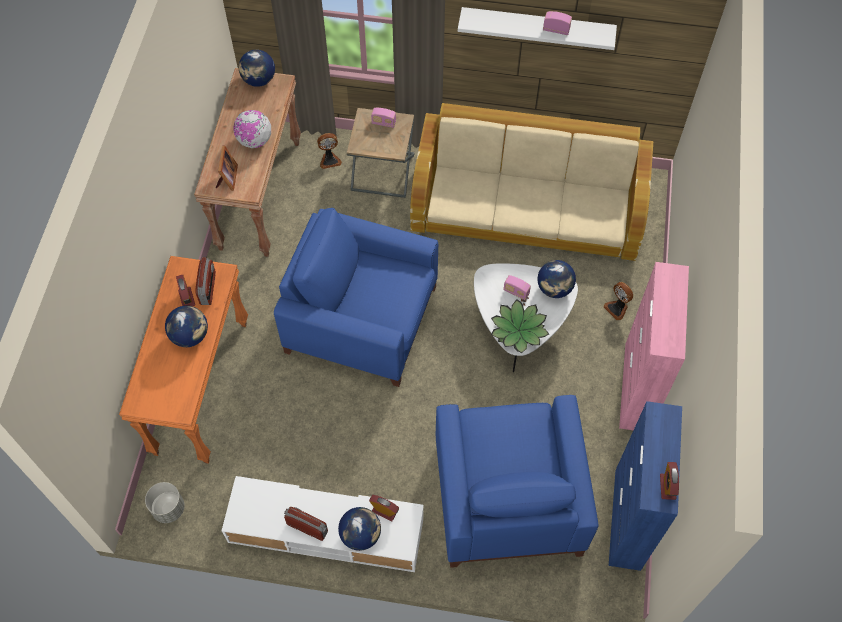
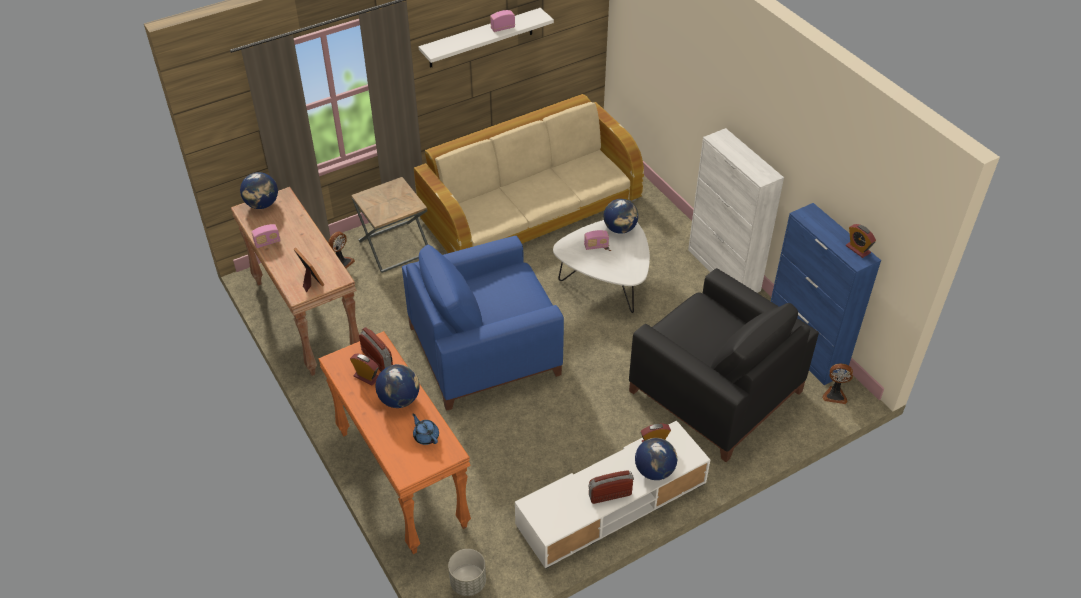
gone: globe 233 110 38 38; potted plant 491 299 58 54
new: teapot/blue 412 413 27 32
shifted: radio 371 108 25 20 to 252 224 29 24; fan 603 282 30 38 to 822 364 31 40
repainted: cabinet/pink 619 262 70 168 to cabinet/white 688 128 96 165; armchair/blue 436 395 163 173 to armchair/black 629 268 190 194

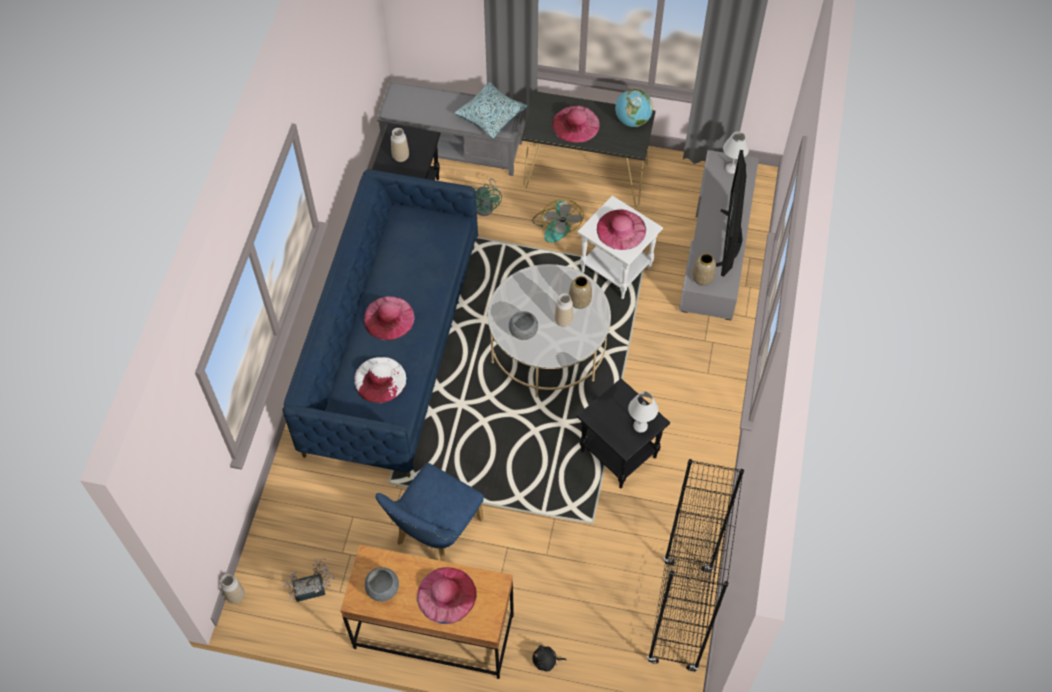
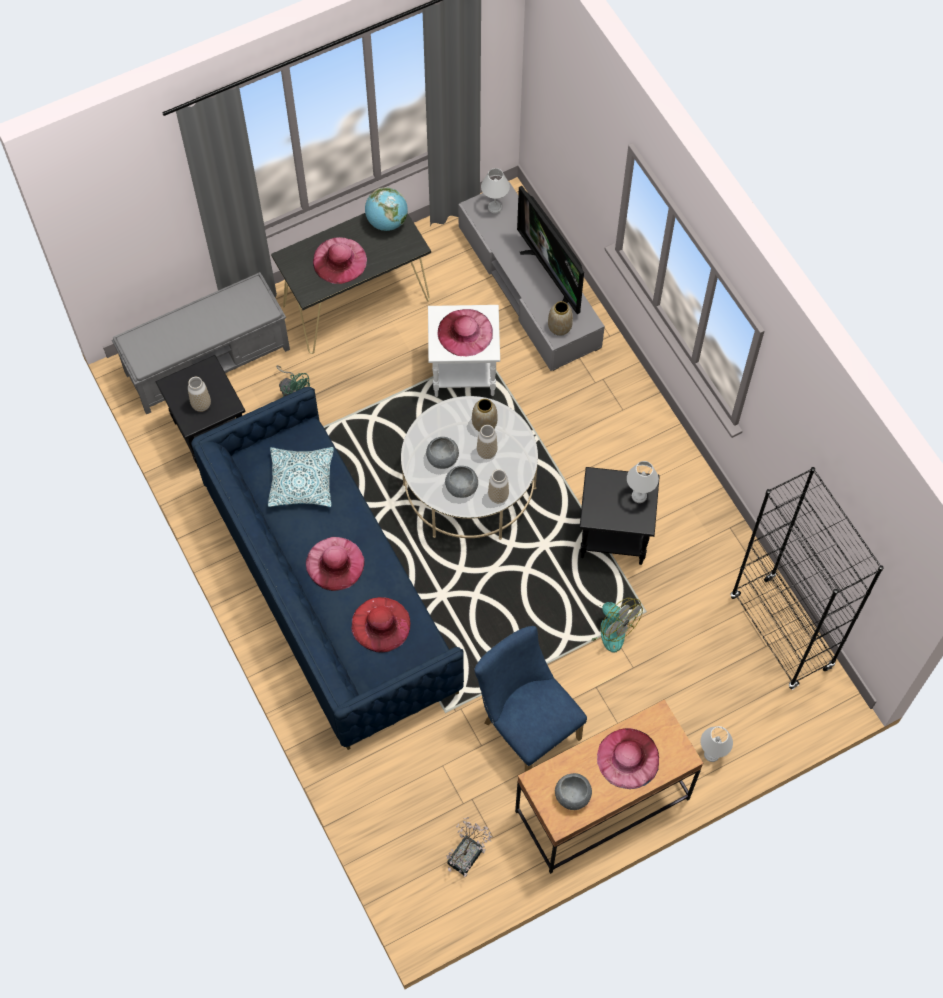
new: bowl/grey 426 437 33 32
shifted: pillow 455 82 73 57 to 268 447 66 60; fan 532 199 52 44 to 592 598 51 55; vase 221 574 24 30 to 488 469 21 34
swapped: plush toy/black 532 645 35 27 to table lamp/white 701 726 32 36
repainted: hat/white 354 357 52 46 to hat/red 351 597 60 56
rotated: chair/blue 375 463 109 99 = 474 626 113 146 150 degrees clockwise

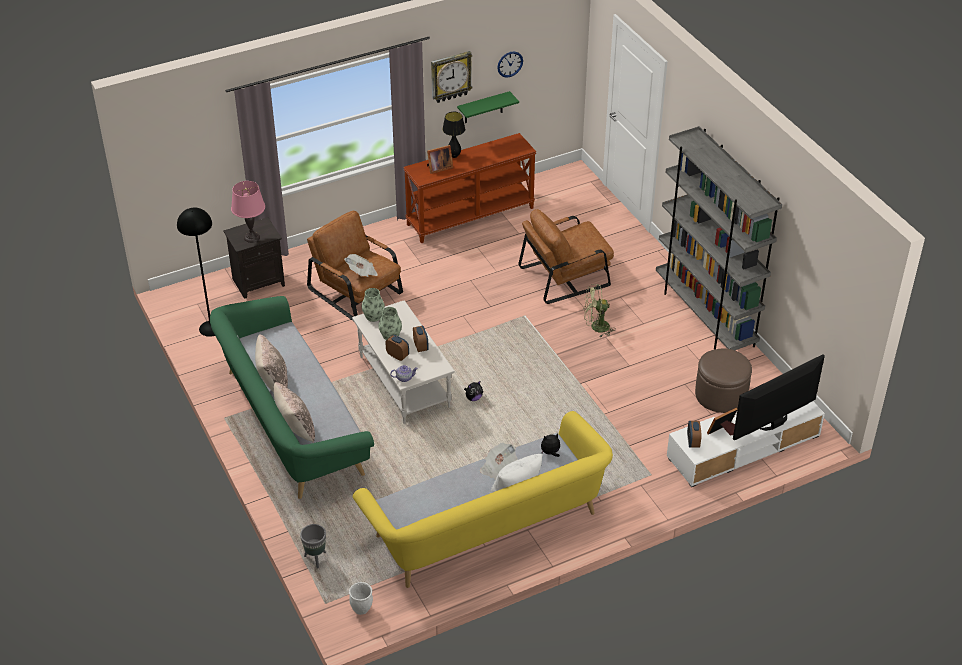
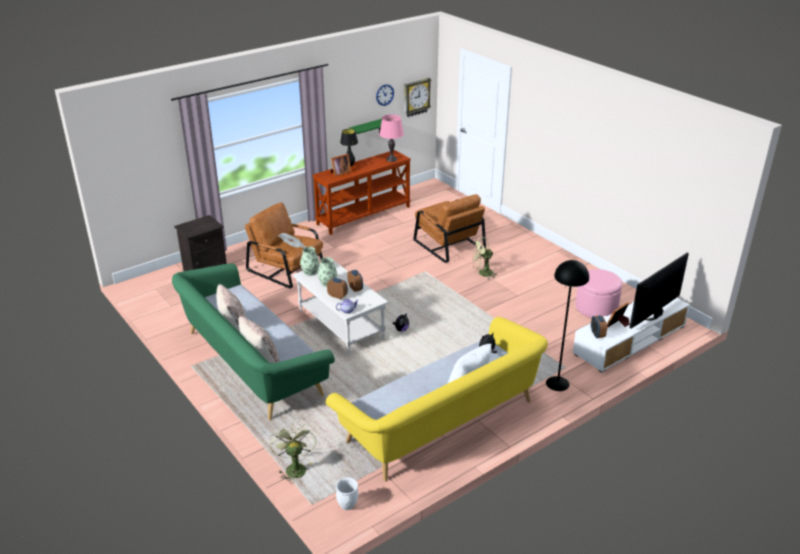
gone: bookcase/grey 656 126 126 224; newspaper 480 442 38 38
shifted: wall clock 431 51 41 52 to 404 78 27 39; table lamp/pink 231 181 34 62 to 379 114 25 48; floor lamp/black 177 208 38 129 to 546 260 43 131
swapped: planter/grey 300 524 26 44 to fan/green 270 423 46 60
repainted: ottoman/brown 695 349 57 64 to ottoman/pink 576 269 47 49
rotated: armchair/brown 518 209 96 95 = 413 194 73 69 90 degrees counterclockwise

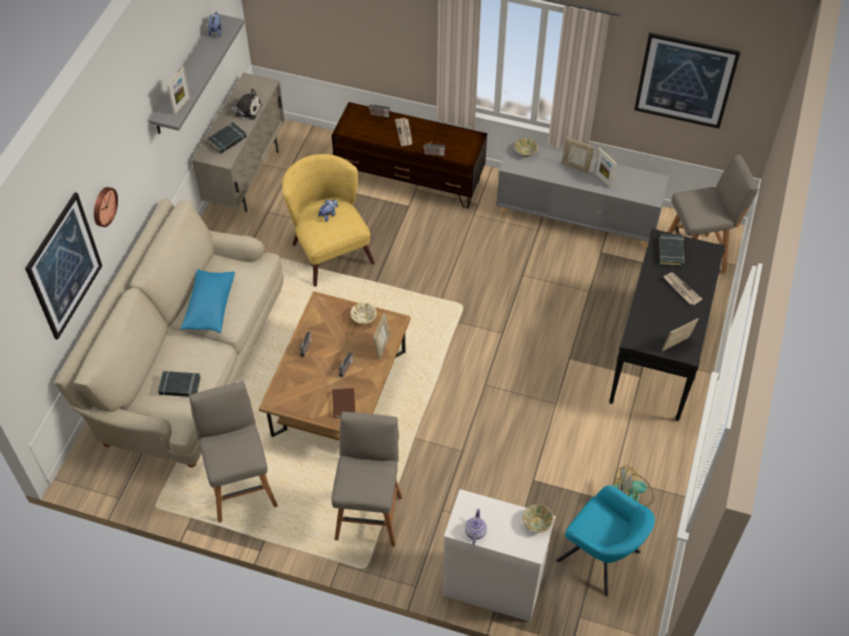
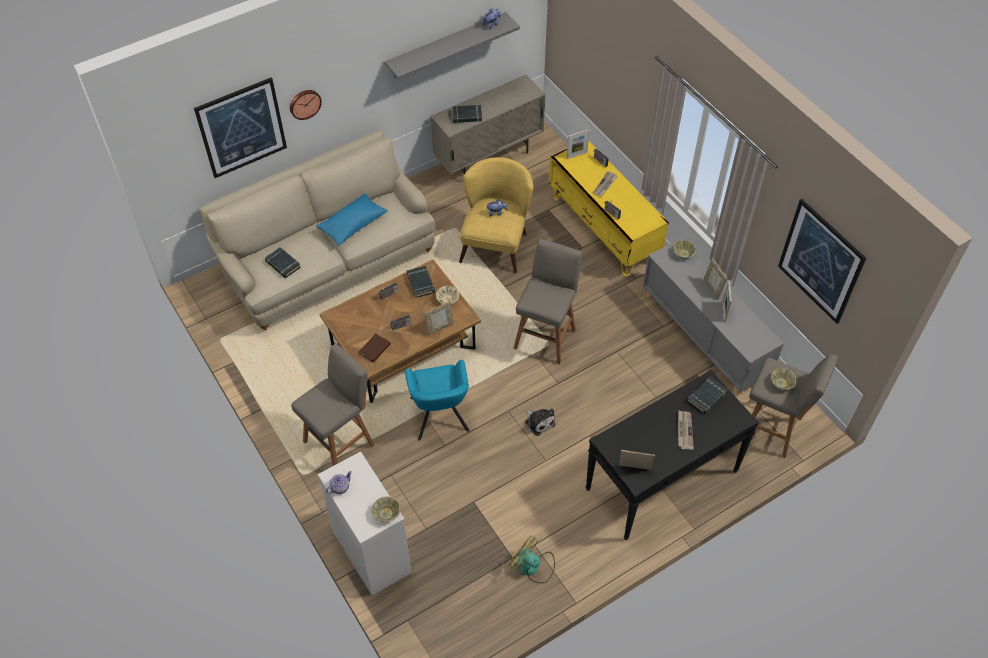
new: book/black 407 266 28 32; bowl/beige 771 368 25 22
shifted: picture frame 167 68 23 47 to 567 129 22 30; plush toy 227 88 35 32 to 525 409 30 27; stool/grey 189 382 89 141 to 513 239 69 125; armchair/turquoise 555 485 100 112 to 405 360 65 81
repainted: tv stand/brown 332 102 155 106 to tv stand/yellow 549 140 120 137

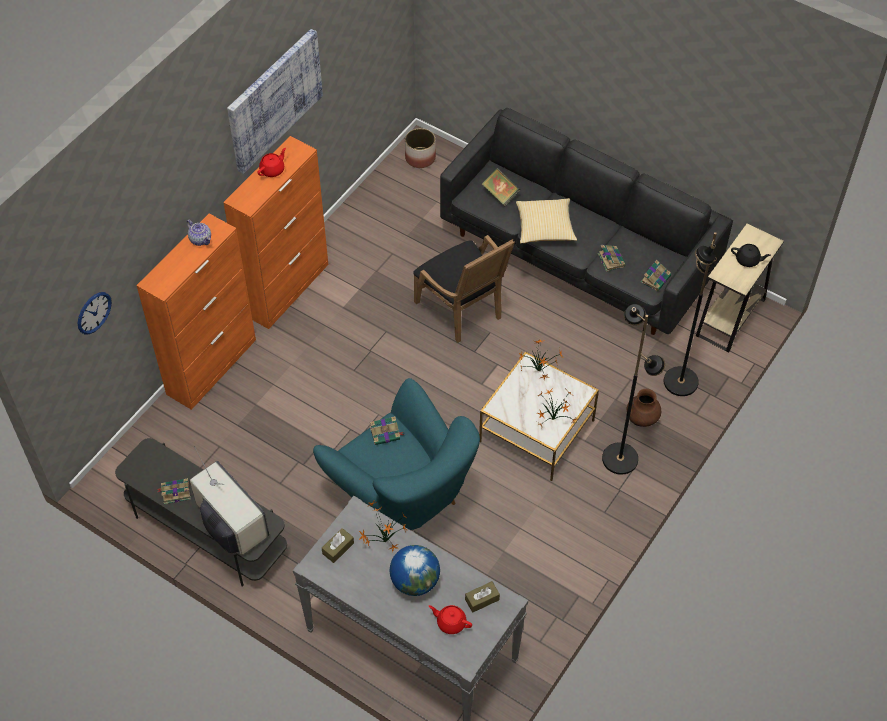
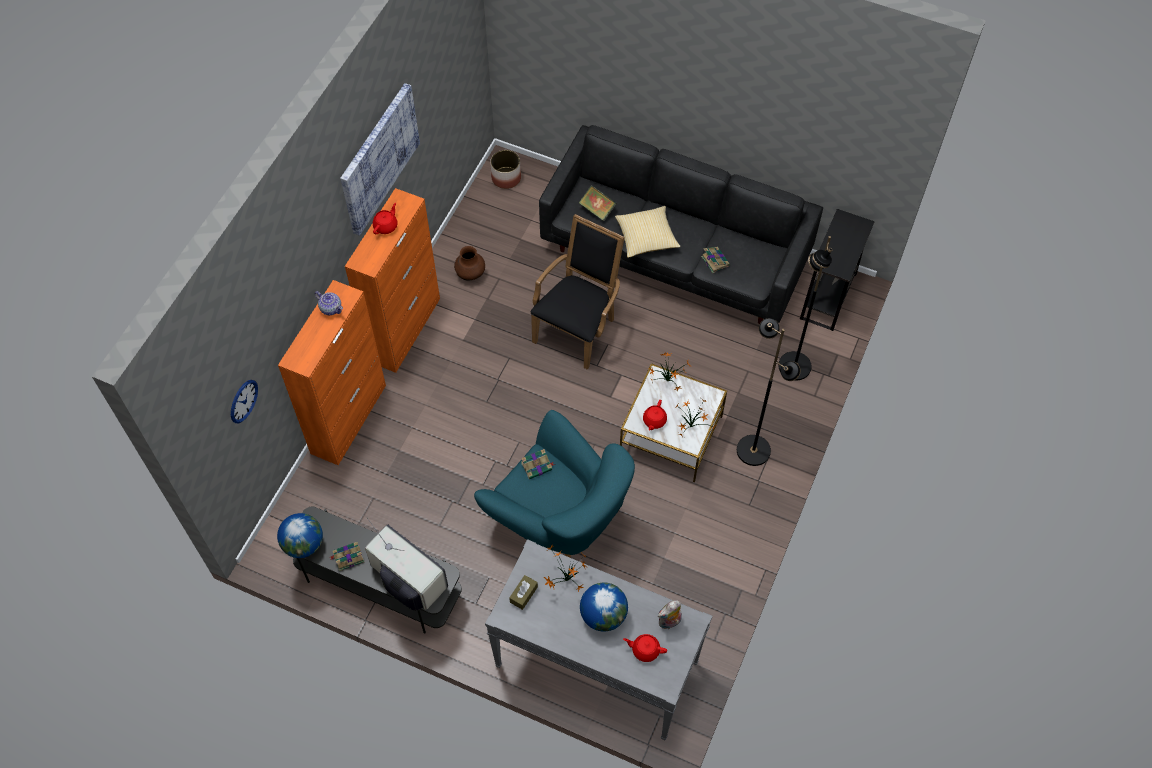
gone: teapot/black 731 244 40 23; book 640 260 31 31
new: teapot/red 643 400 24 31; globe 277 513 46 45
shifted: vase/brown 626 389 35 38 to 454 246 31 35
swapped: tissue box/brown 465 581 35 32 to plush toy 658 600 24 29
repainted: side table/beige 696 224 88 129 to side table/black 800 209 75 122
rotated: armchair/black 413 235 102 108 = 531 214 94 156 105 degrees counterclockwise

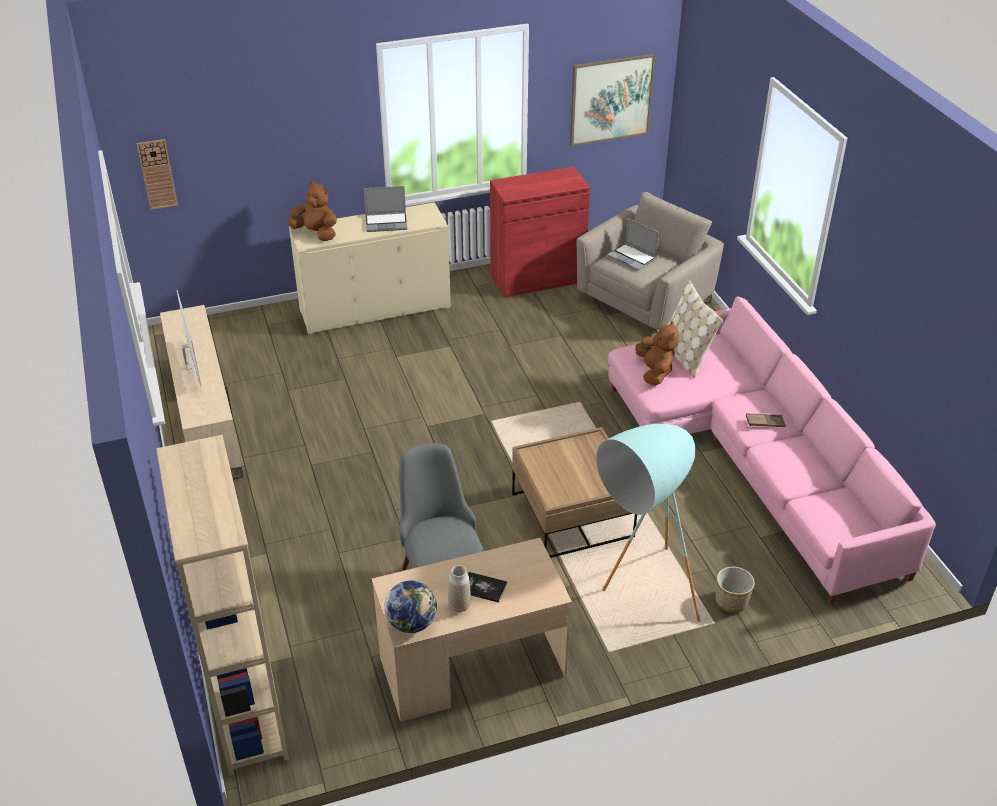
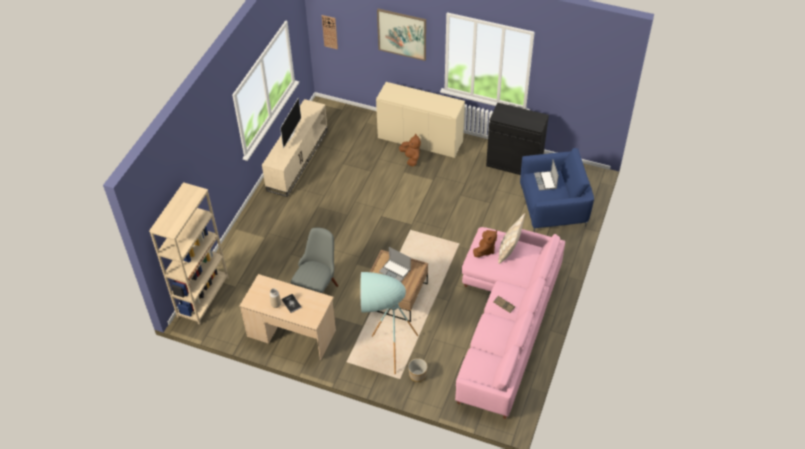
gone: globe 384 581 53 52
shifted: picture 570 54 85 92 to 377 9 49 52; plush toy/brown 287 181 50 60 to 399 134 22 32; laptop 363 186 44 46 to 379 247 32 35
repainted: cabinet/red 490 167 100 131 to cabinet/black 486 102 63 73; armchair/beige 577 192 147 141 to armchair/blue 520 148 74 84

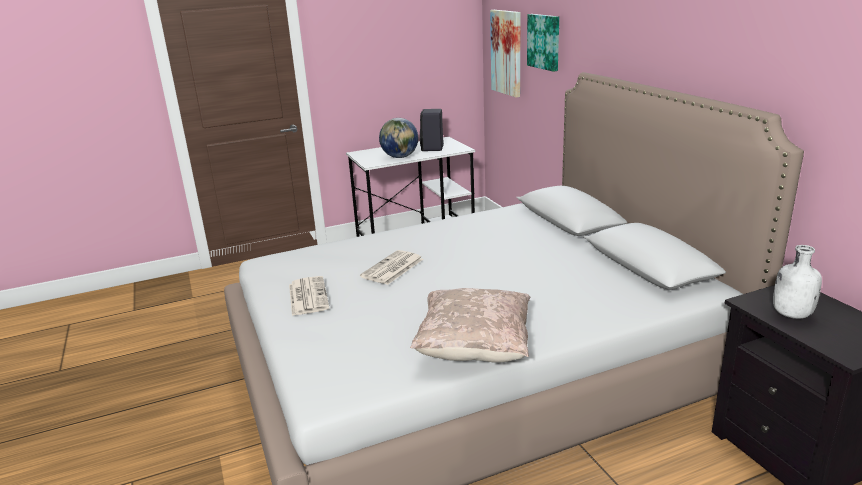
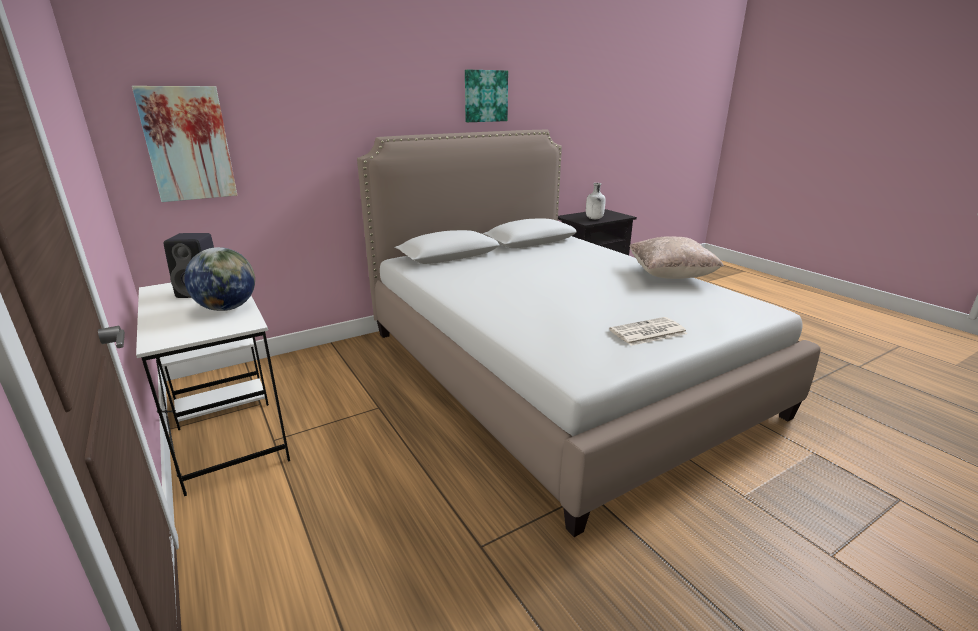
gone: newspaper 360 250 63 35
shifted: picture 527 14 32 58 to 465 70 43 52

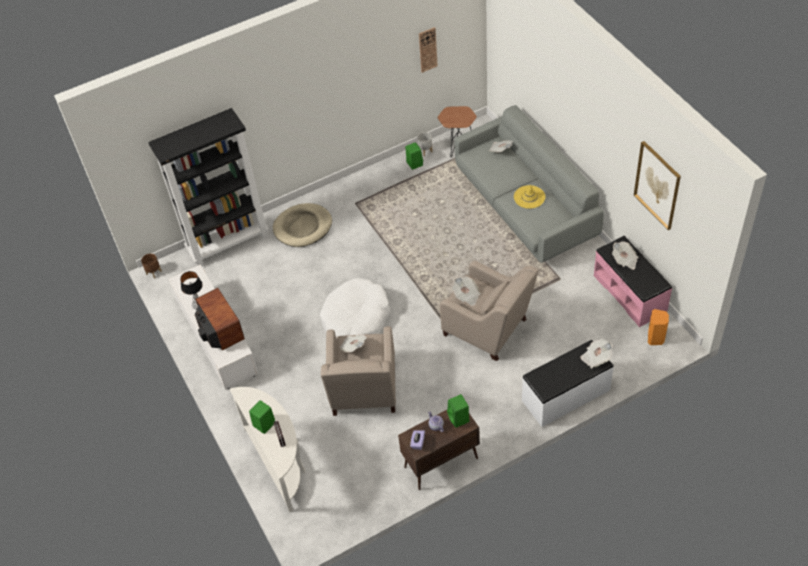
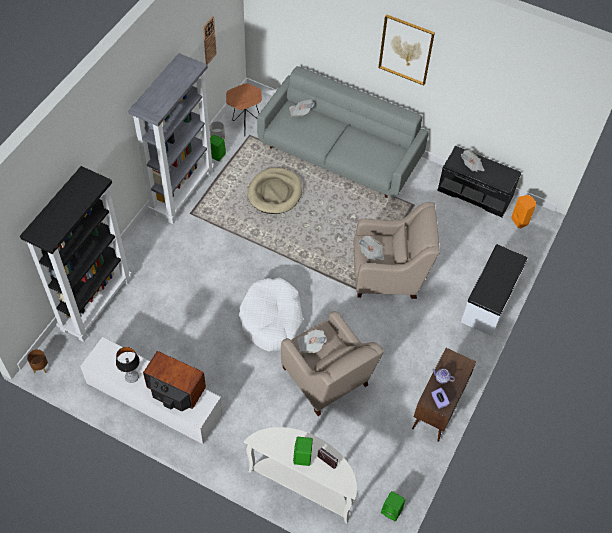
gone: hat/yellow 514 185 31 24; newspaper 581 339 32 29
new: bookcase/grey 128 53 86 171
shifted: picture 634 141 47 89 to 378 14 57 71; dog bed/beige 273 203 59 44 to 248 167 54 47; speaker/green 447 394 22 34 to 381 491 24 30
repainted: bench/pink 594 236 78 91 to bench/black 437 146 84 72

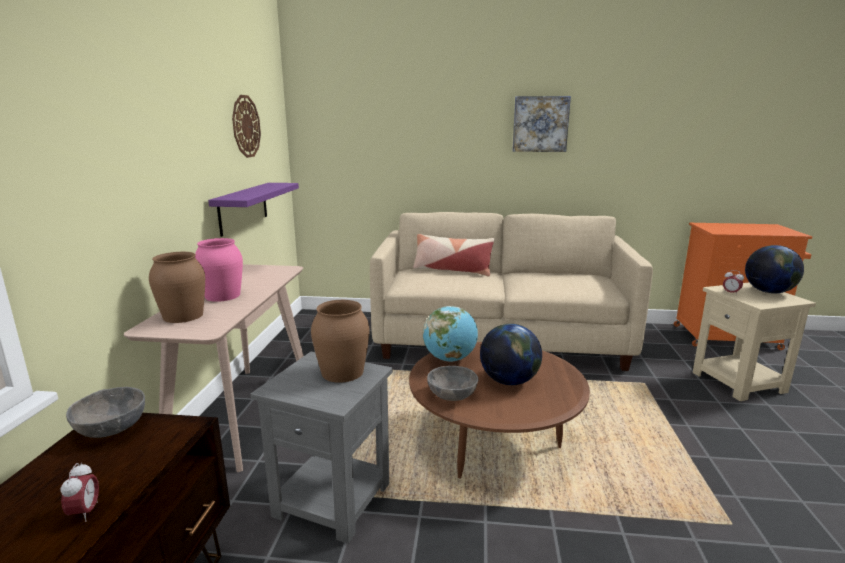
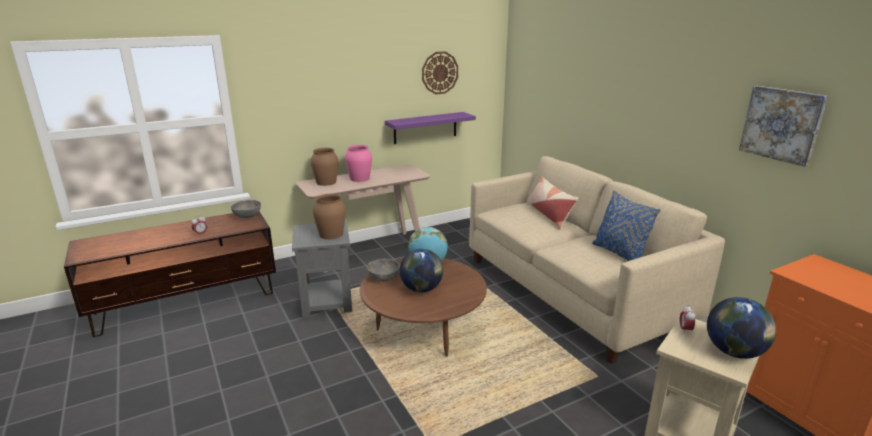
new: pillow/blue 592 190 69 71
shifted: picture 512 96 59 56 to 739 86 89 81

